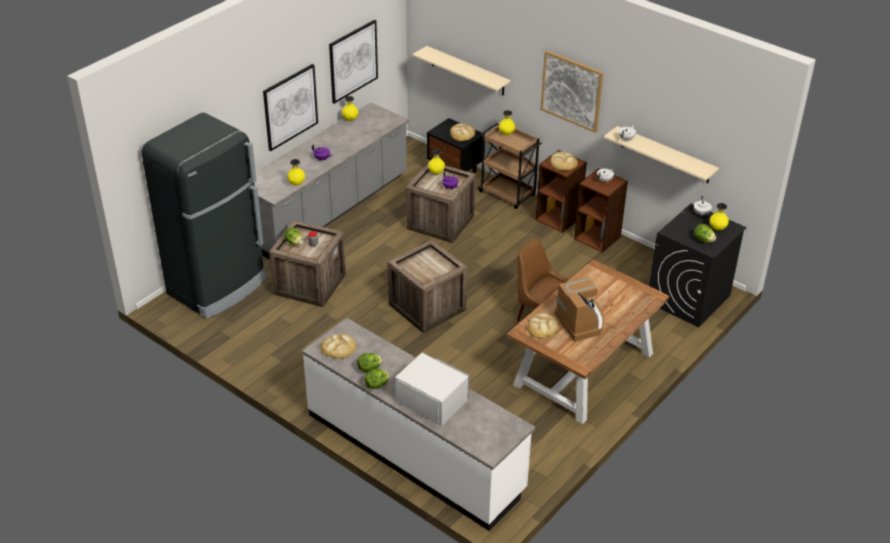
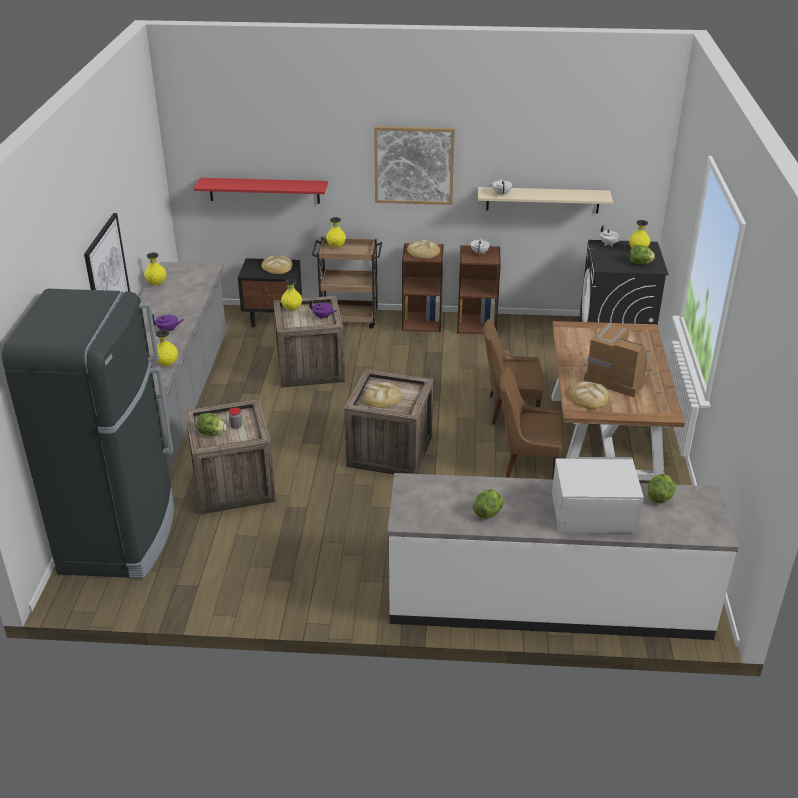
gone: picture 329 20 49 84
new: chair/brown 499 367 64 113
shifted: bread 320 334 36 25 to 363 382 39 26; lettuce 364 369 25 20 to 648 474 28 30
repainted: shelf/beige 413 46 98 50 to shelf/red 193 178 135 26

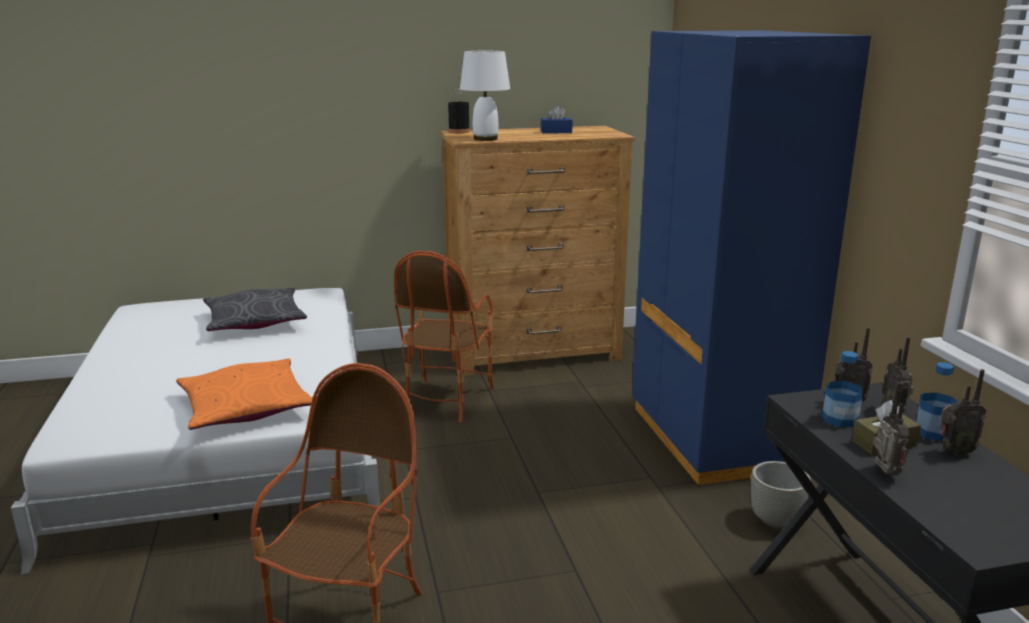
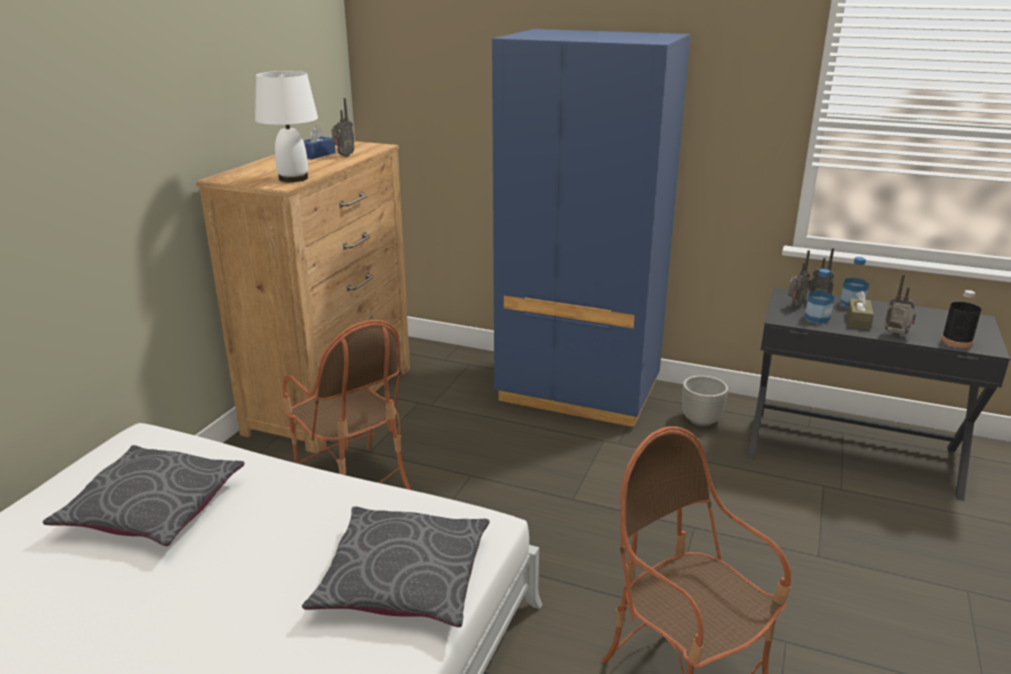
shifted: bottle/black 448 90 22 44 to 941 290 40 58; radio 939 369 47 87 to 331 98 24 59
repainted: pillow/orange 176 359 137 71 to pillow/grey 302 506 188 121

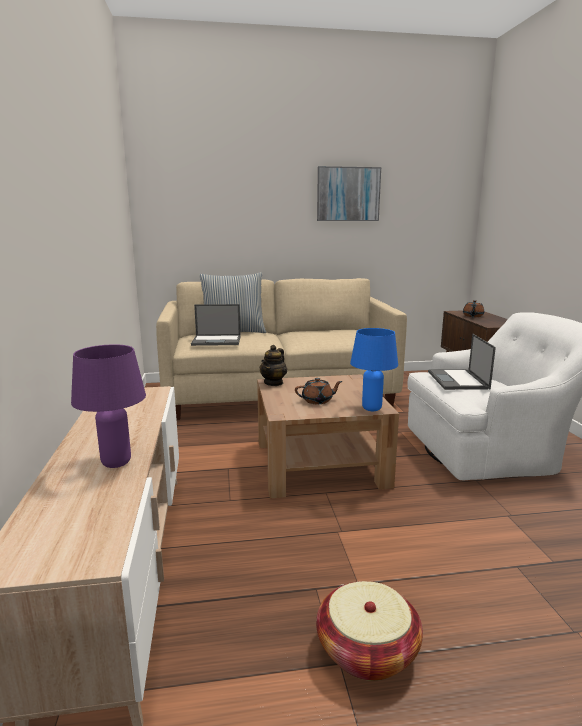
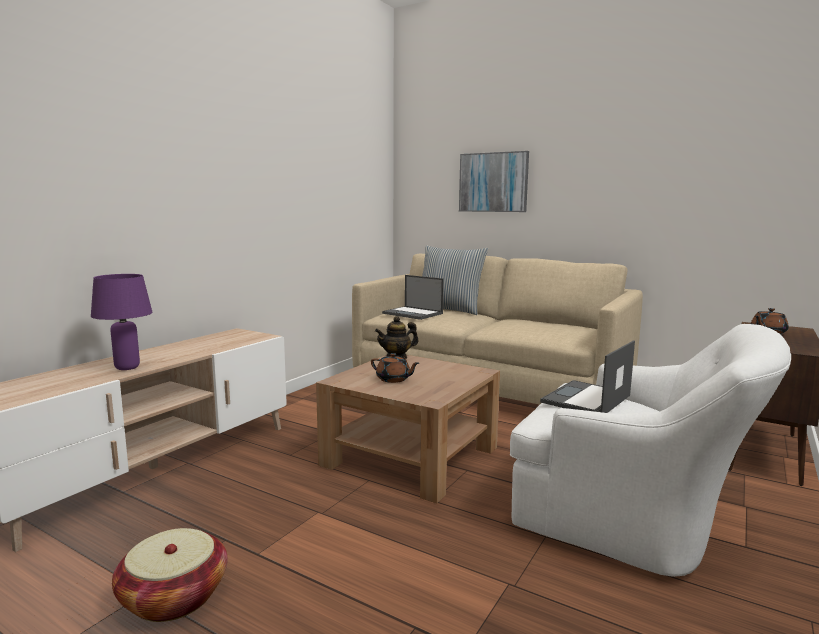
gone: table lamp/blue 350 328 48 83
shifted: picture 317 166 64 55 to 459 151 70 61

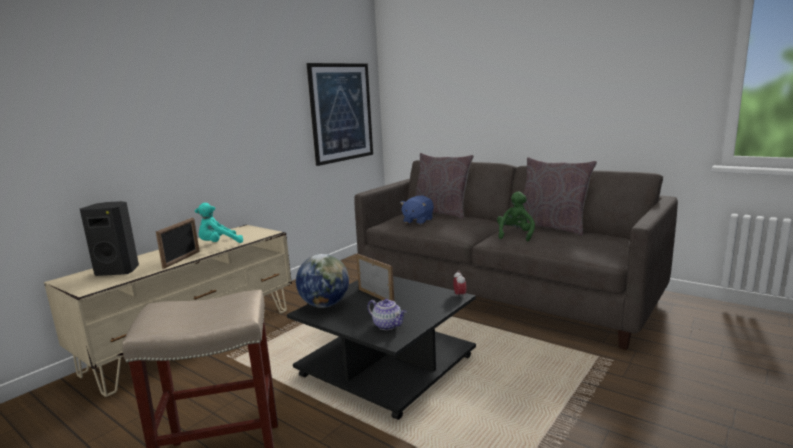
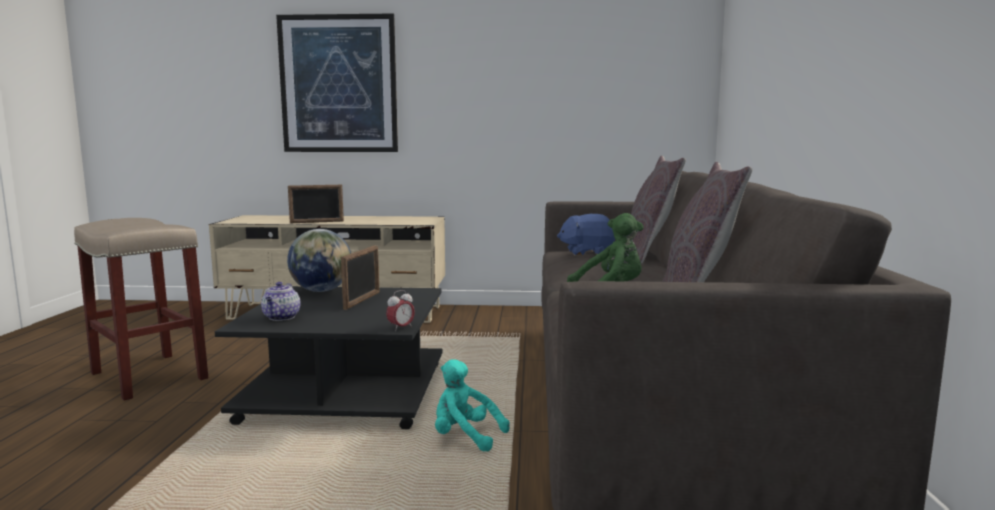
gone: speaker/black 80 201 59 75
shifted: picture 306 63 67 103 to 276 14 122 138; plush toy/turquoise 195 203 48 40 to 435 359 75 93

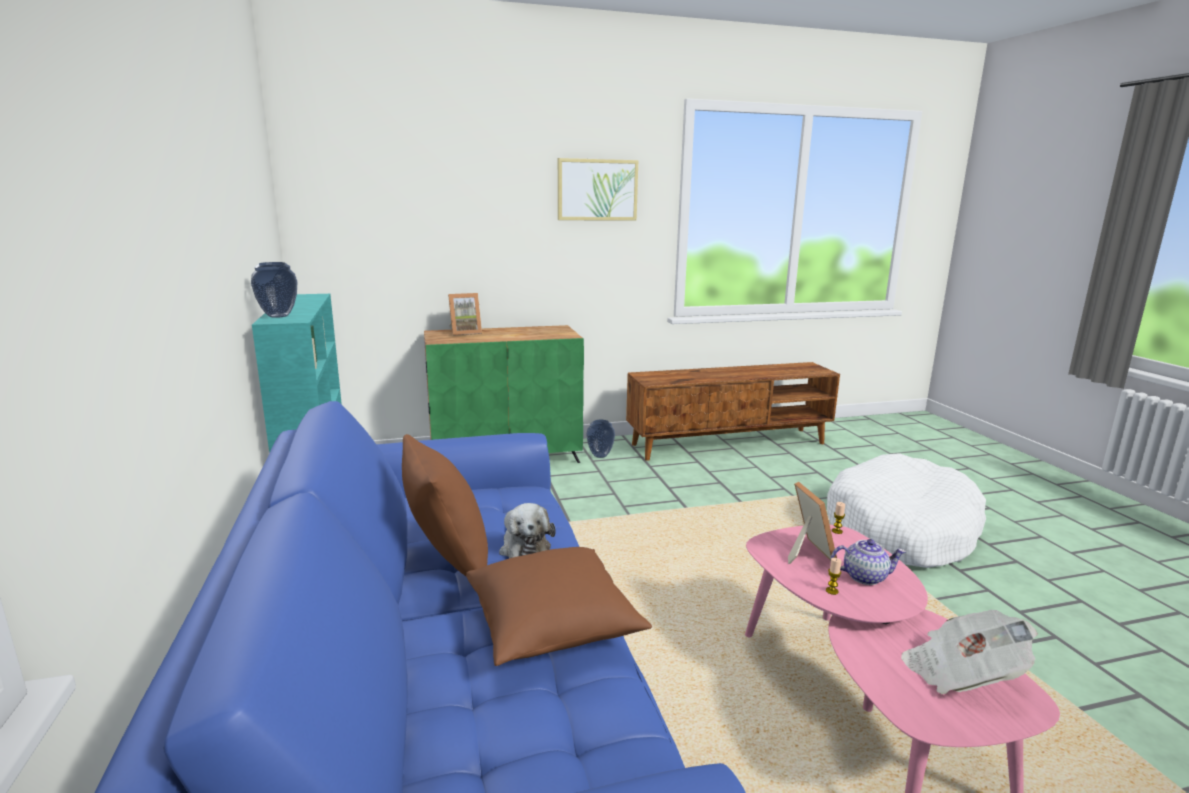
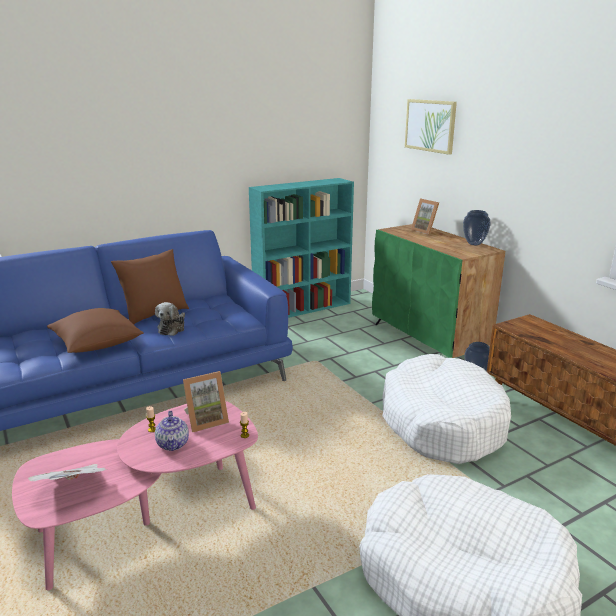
new: dog bed/white 382 354 129 110
shifted: picture 558 158 80 63 to 405 99 52 56; vase 251 262 47 56 to 463 210 28 35
rotated: plush toy 499 503 57 55 = 155 302 30 34 45 degrees counterclockwise

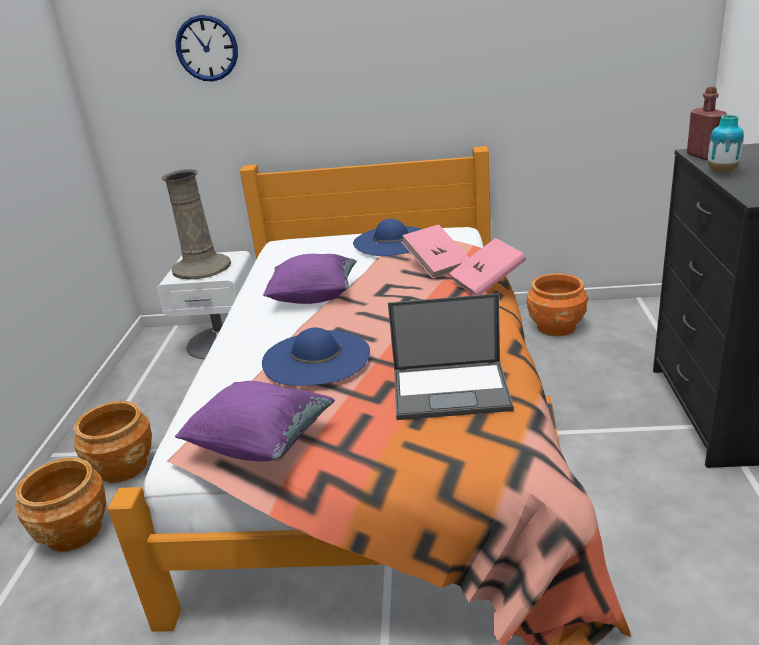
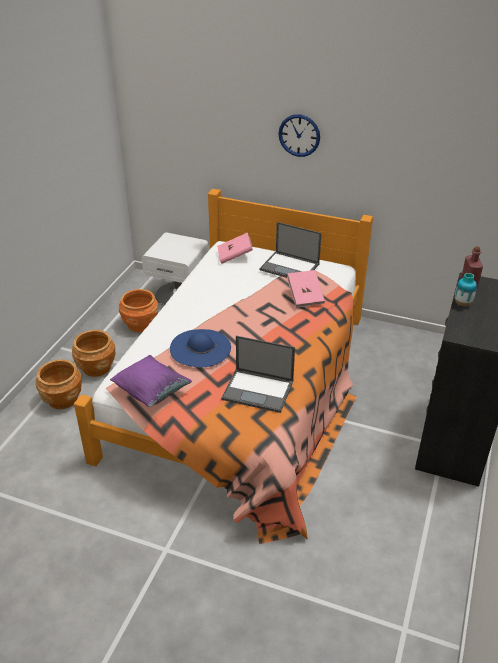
gone: vase/beige 161 169 70 111; pillow/purple 263 254 94 50
shifted: wall clock 175 15 63 67 to 278 114 42 43; book/pink 449 238 77 57 to 217 232 36 32; planter/orange 526 273 62 63 to 119 289 39 43
swapped: hat/blue 353 219 68 37 to laptop 260 222 62 56

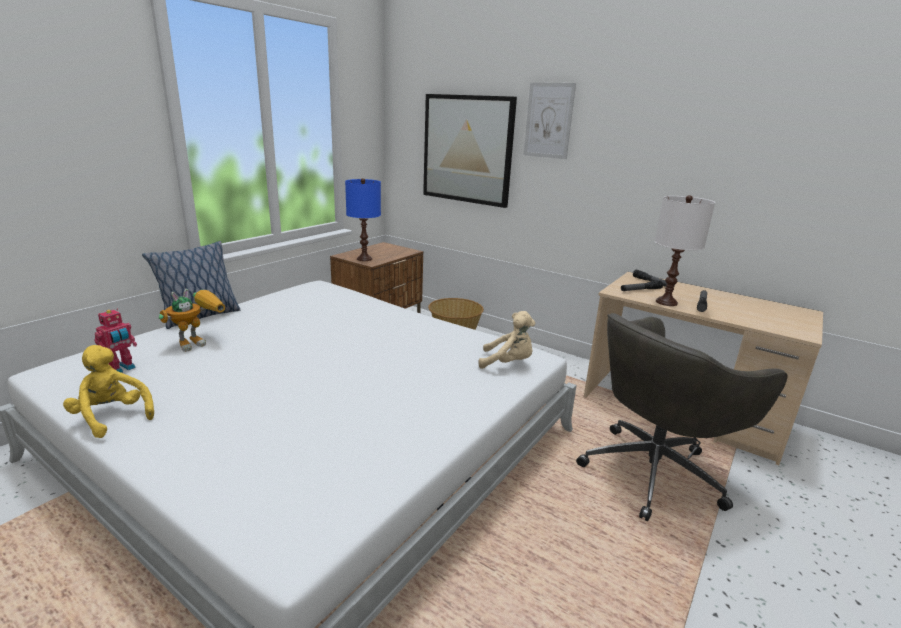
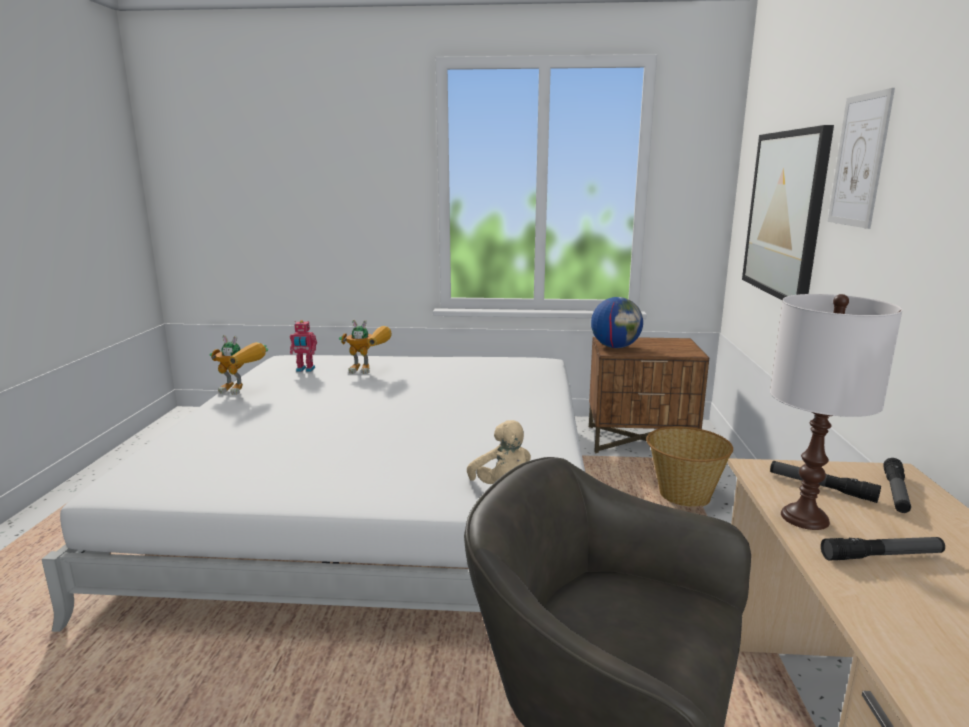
gone: pillow 142 241 98 88
swapped: table lamp/blue 345 178 36 83 to globe 591 297 52 51; plush toy/yellow 63 345 91 93 to toy robot 210 335 58 60

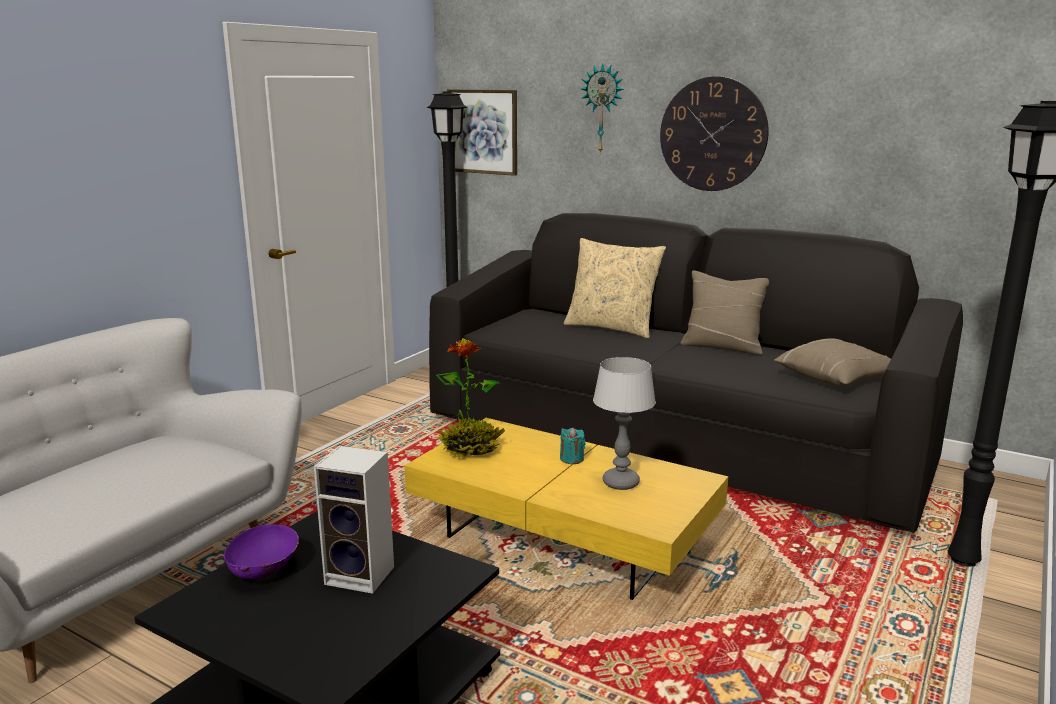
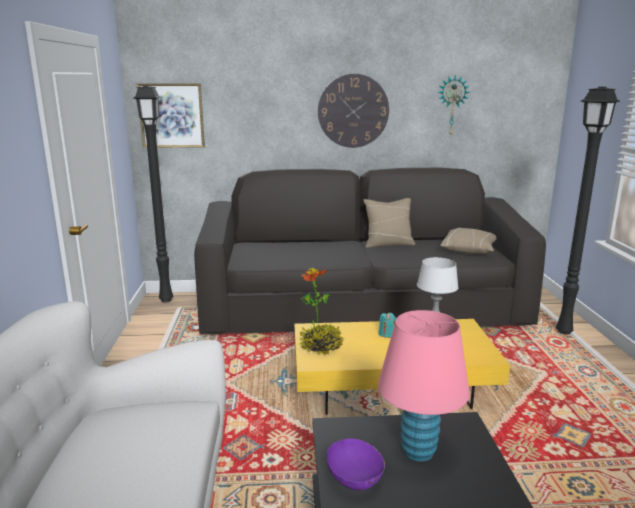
gone: pillow/beige 564 238 102 100
shifted: wall clock 581 64 43 89 to 438 75 32 61
swapped: speaker 314 446 80 148 to table lamp/pink 378 310 91 152

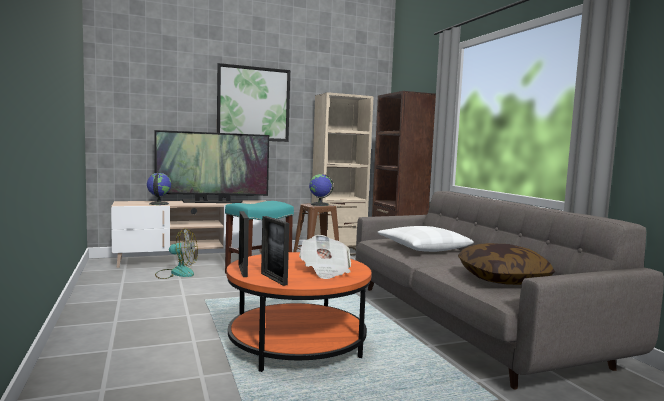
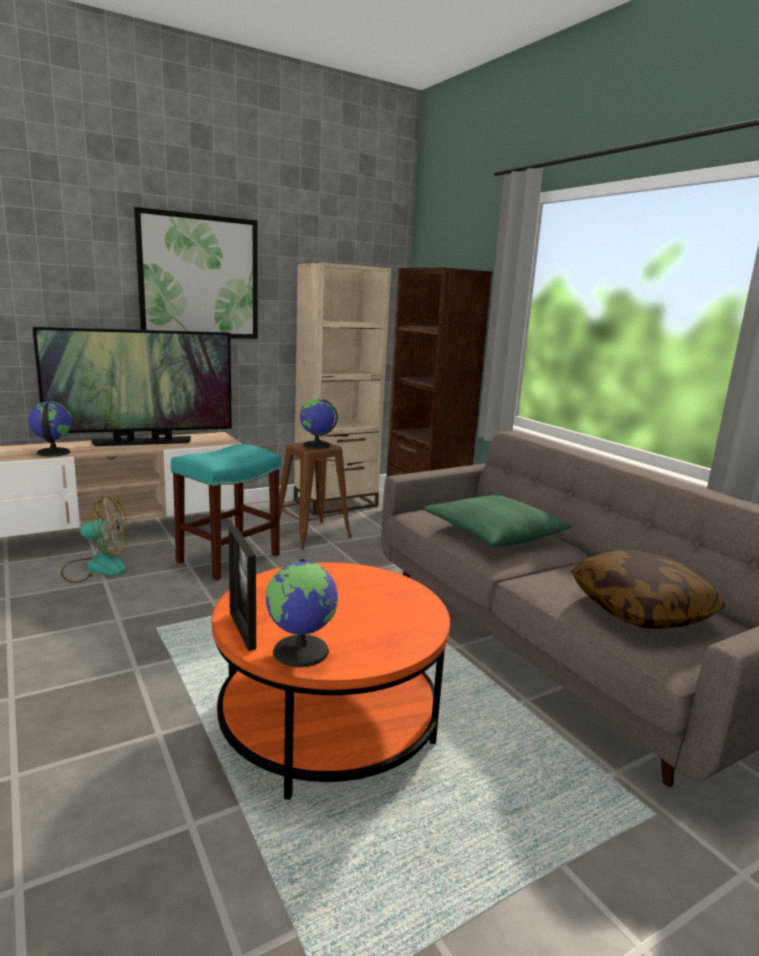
gone: newspaper 299 235 52 44
swapped: picture frame 261 216 28 70 to globe 265 559 73 108
repainted: pillow/white 377 226 97 26 to pillow/green 424 494 147 53

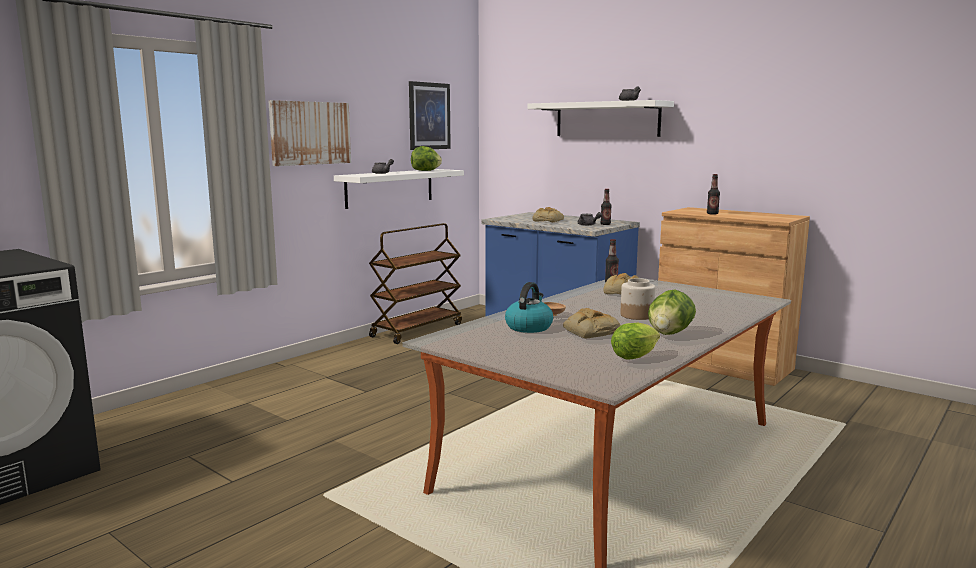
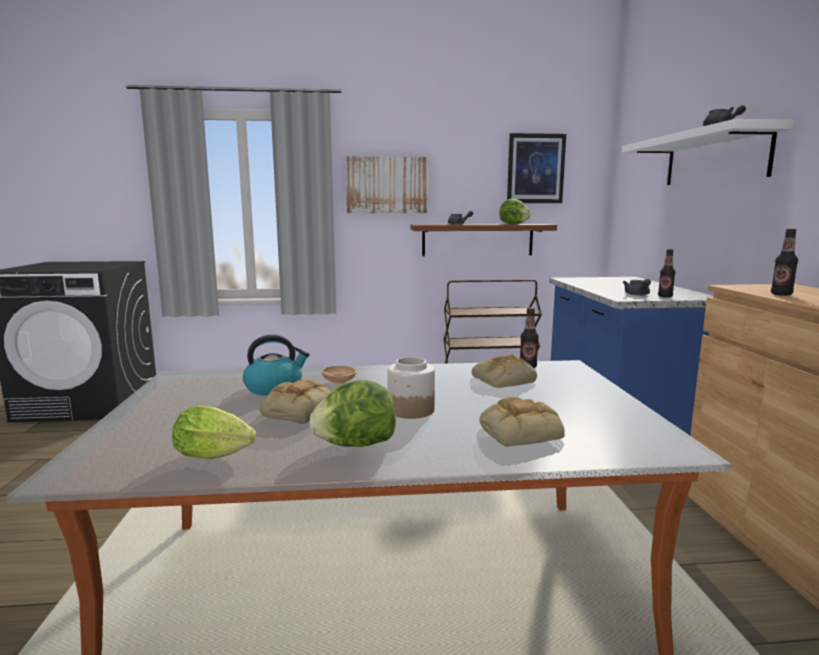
shifted: bread 533 207 31 15 to 479 397 86 50
repainted: shelf/white 334 169 130 40 to shelf/brown 411 224 146 32

